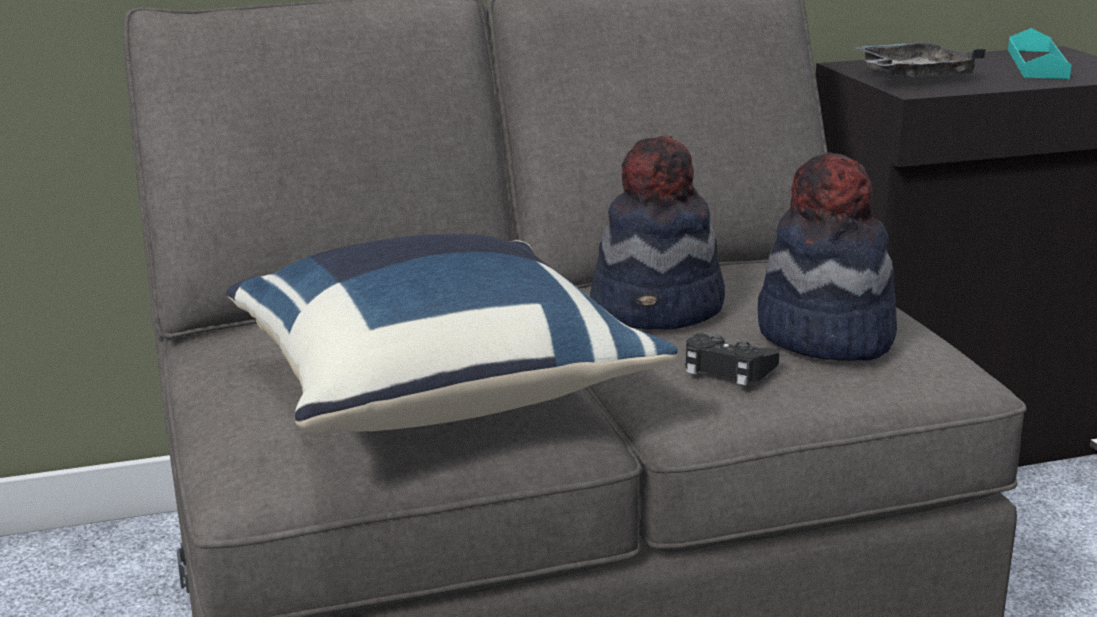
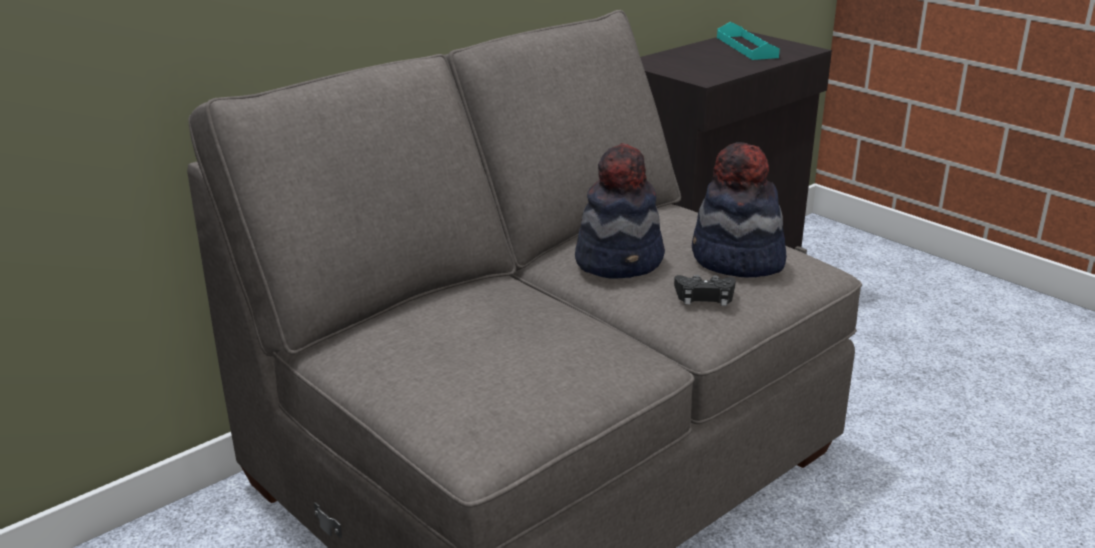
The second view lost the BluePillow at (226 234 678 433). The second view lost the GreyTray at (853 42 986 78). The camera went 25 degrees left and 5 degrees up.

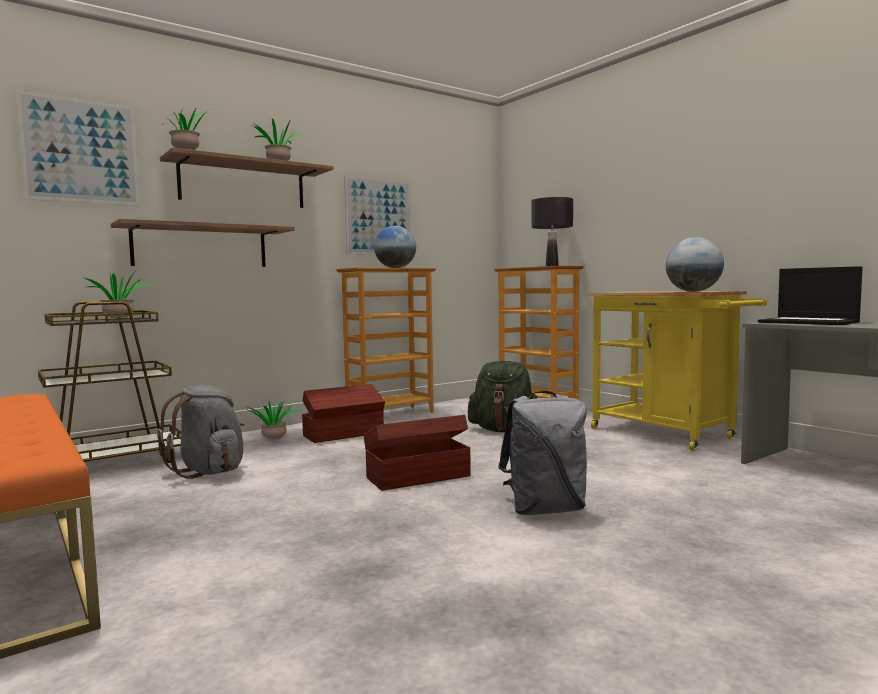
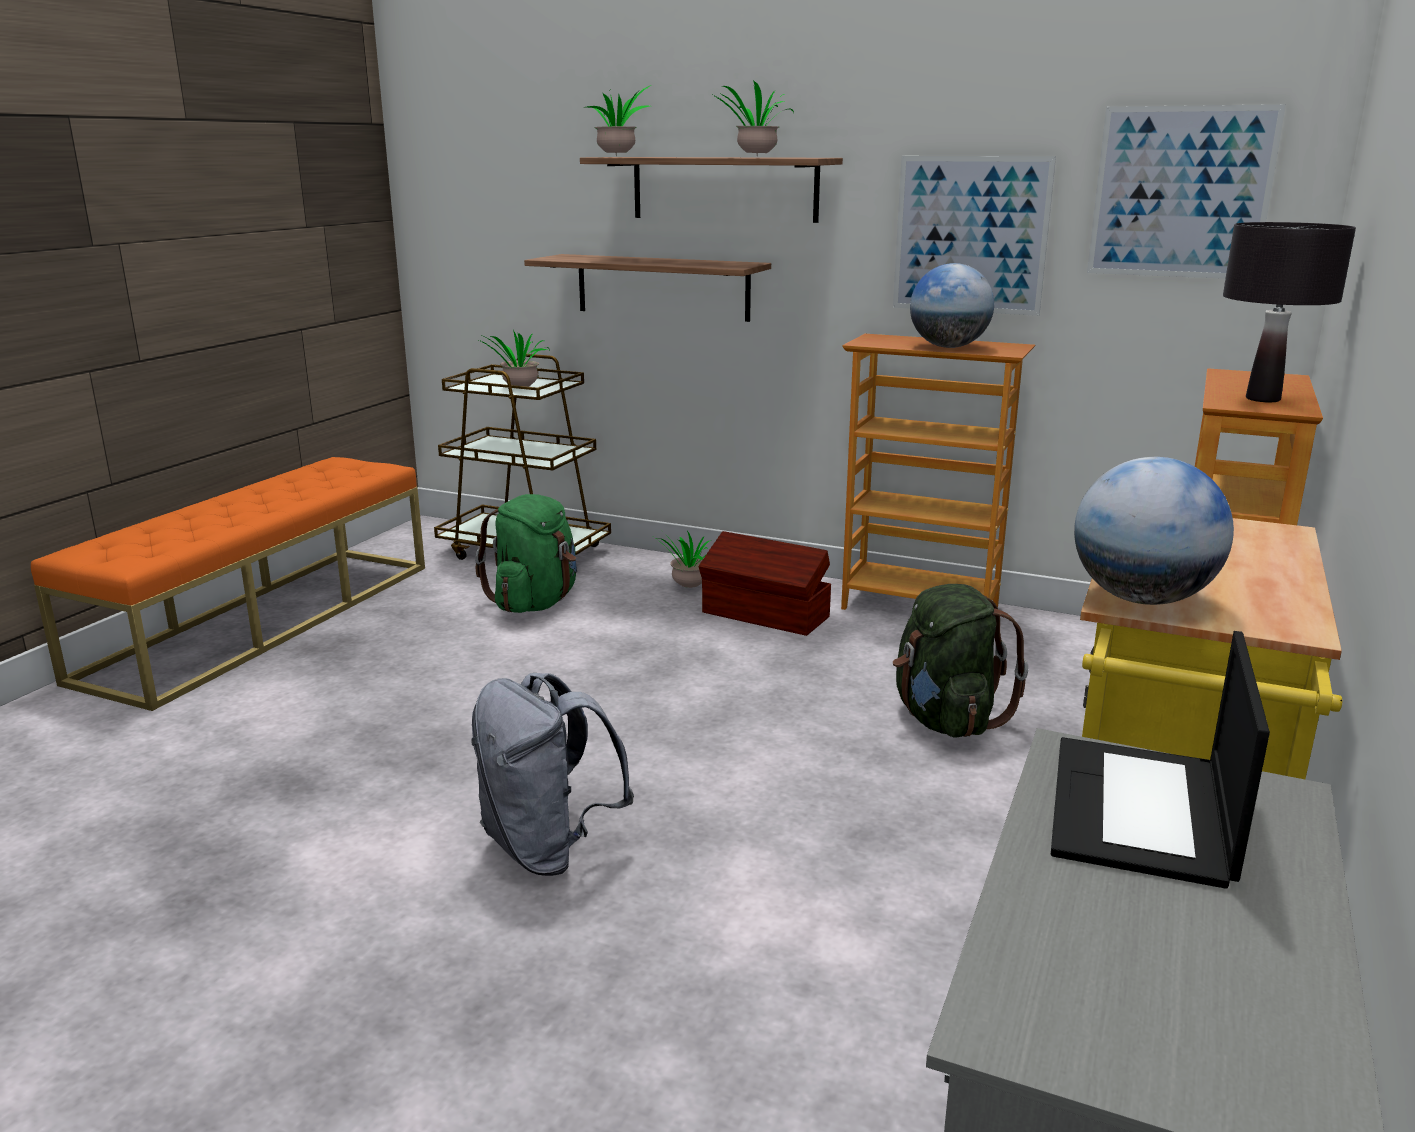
The second view lost the BrownStorageBox at (364 415 471 491). The Picture ended up elsewhere, having gone from (16 90 140 206) to (1087 104 1286 279). What was the GreyBackpack at (157 385 245 479) turned into the GreenBackpack at (475 494 577 613). The camera went 60 degrees right and 15 degrees up.

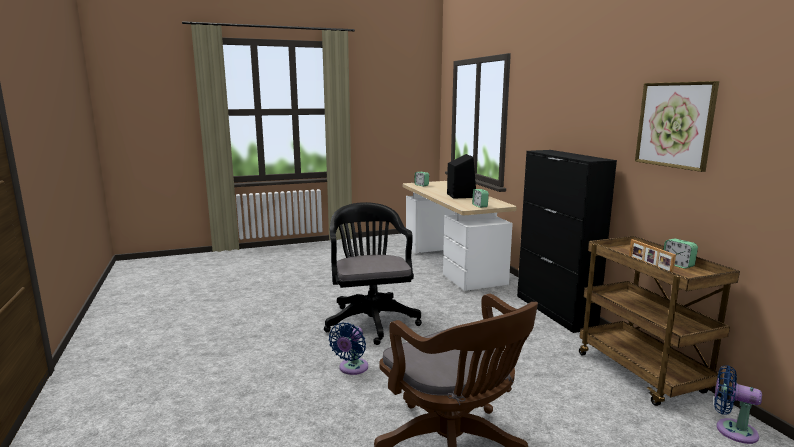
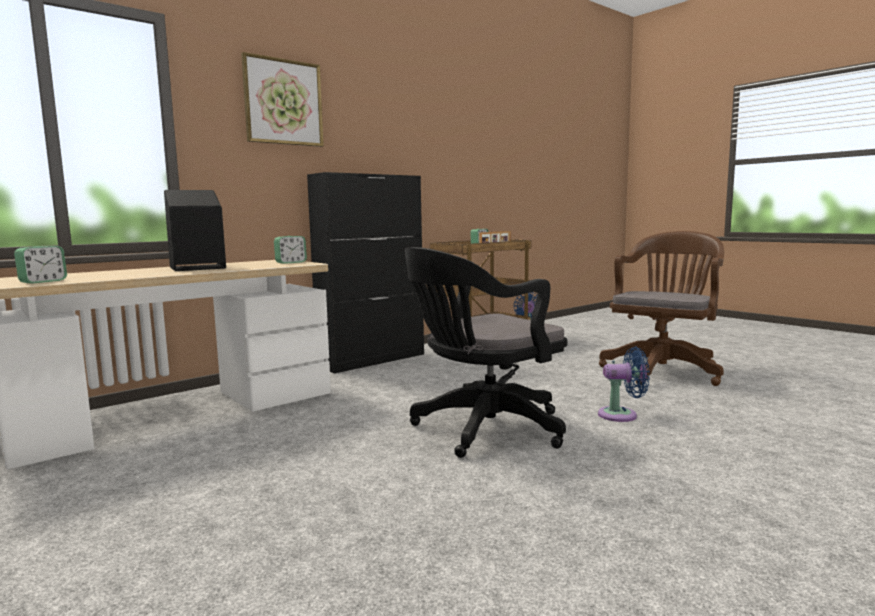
The Picture ended up elsewhere, having gone from (635 81 719 172) to (241 52 324 147). The camera went 110 degrees left and 5 degrees down.

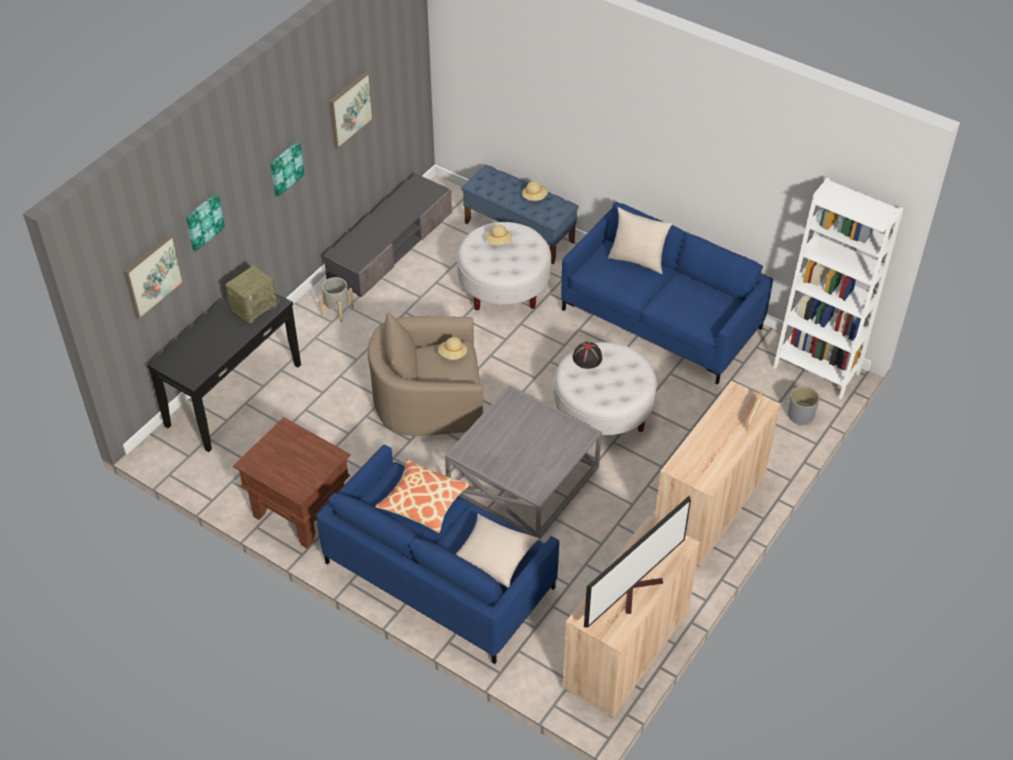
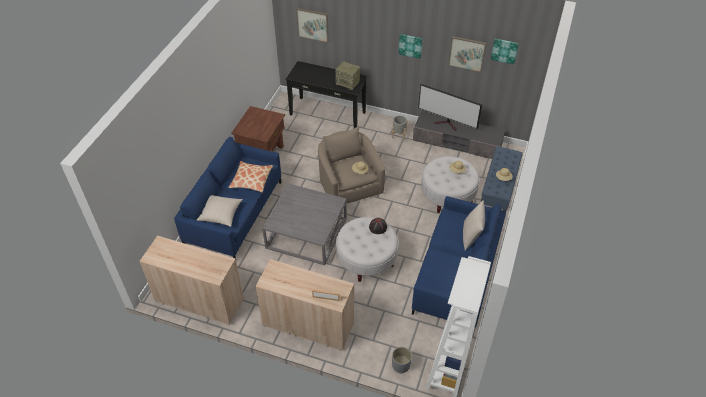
The Picture ended up elsewhere, having gone from (186 193 225 251) to (491 39 519 64). The Television ended up elsewhere, having gone from (584 495 691 627) to (418 84 482 131). The camera went 75 degrees right and 0 degrees up.

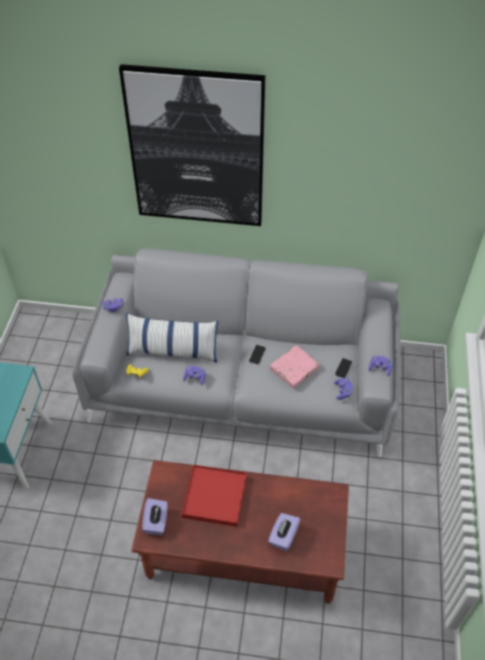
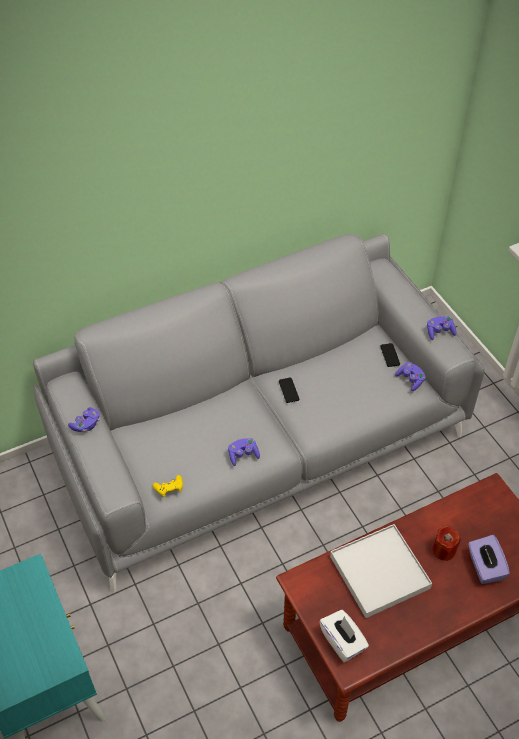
The second view lost the Picture at (119 64 265 226). The second view lost the Pillow at (126 313 218 363). The second view lost the PinkBook at (270 345 320 388). The second view gained the RedCandle at (433 525 460 561). What was the PurpleTissueBox at (142 498 168 535) turned into the WhiteTissueBox at (319 610 369 662). What was the RedTray at (181 465 247 527) turned into the WhiteTray at (330 524 432 618). The camera went 35 degrees left and 0 degrees up.

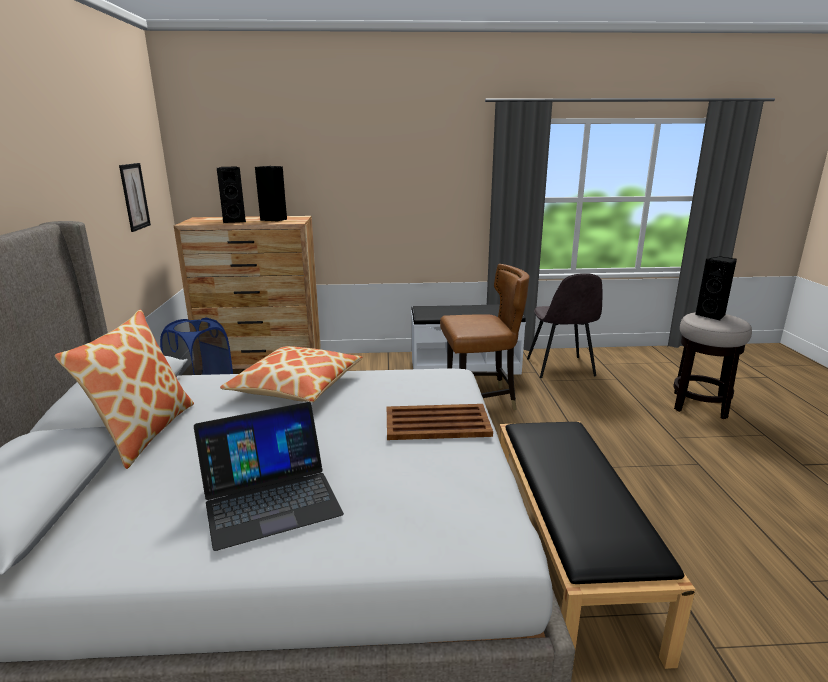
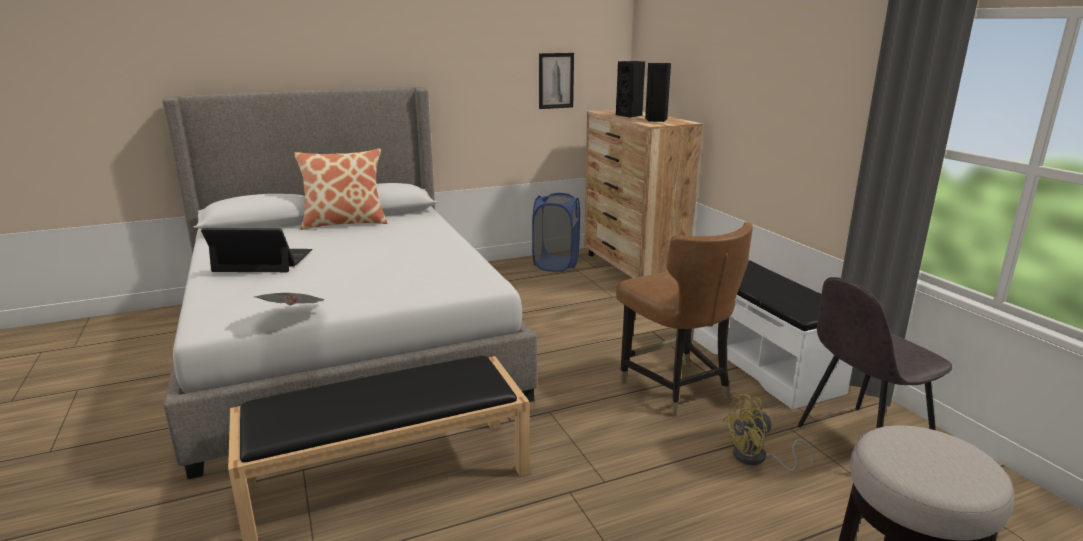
The second view lost the Pillow at (220 346 363 402). The second view lost the BrownTray at (387 404 493 440). The second view lost the BlackSpeaker at (695 256 737 320). The second view gained the Newspaper at (254 293 324 306). The second view gained the YellowFan at (722 394 813 472). The Laptop at (194 402 344 551) ended up facing another way, 135 degrees clockwise from before. The camera went 70 degrees right and 0 degrees up.

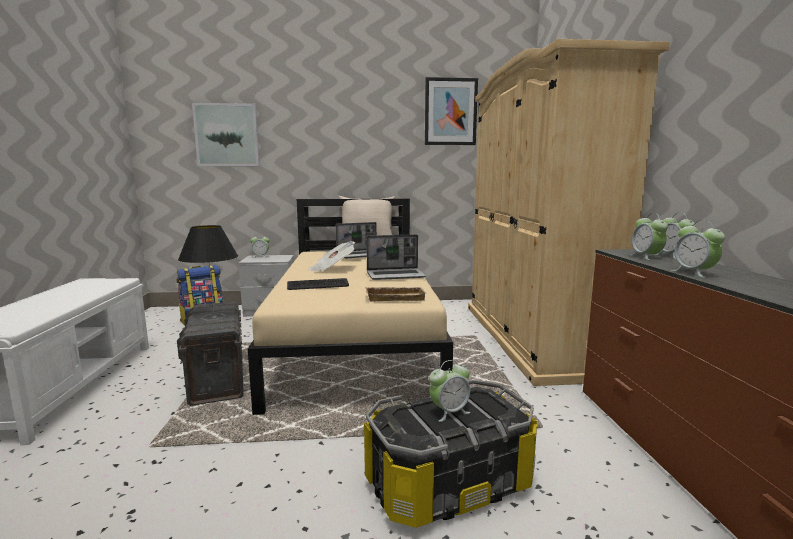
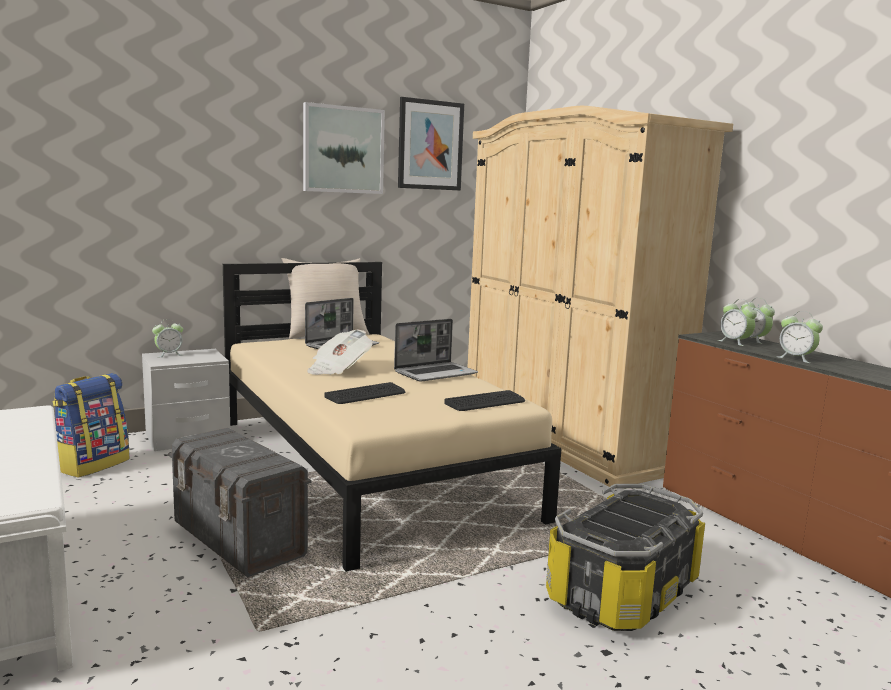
The second view lost the BlackTableLamp at (178 225 238 313). The second view lost the AlarmClock at (429 360 470 422). The Picture ended up elsewhere, having gone from (192 103 260 166) to (303 102 385 194). Where the BeigeTray stood at (366 287 427 302), the Keyboard came to stand at (444 390 525 411). The camera went 25 degrees left and 0 degrees up.

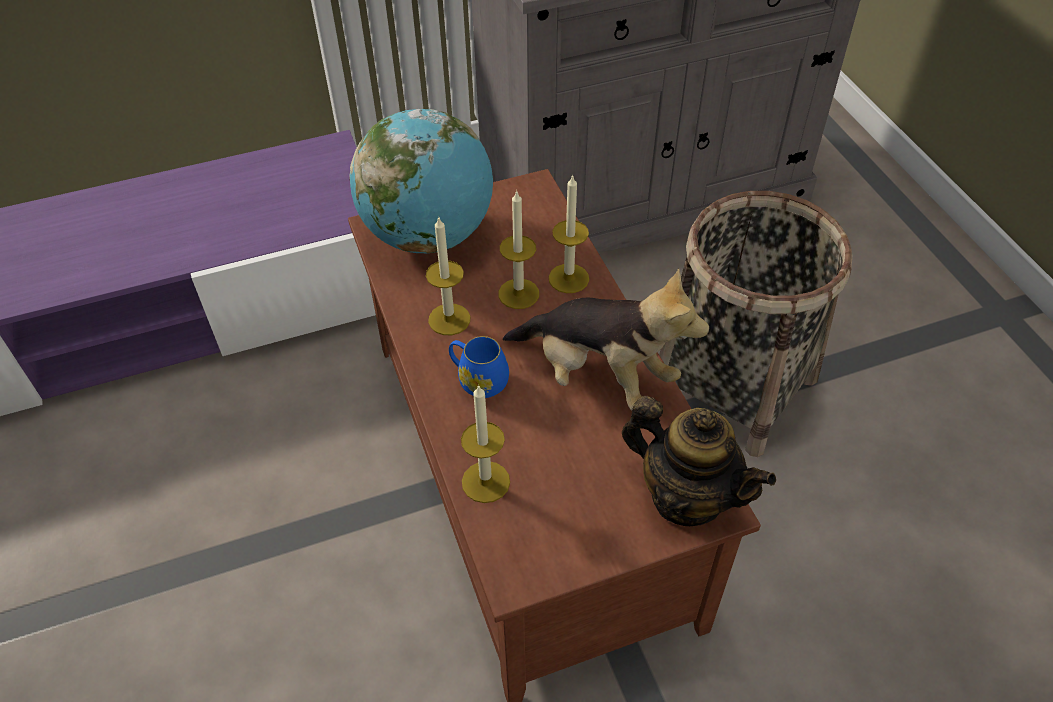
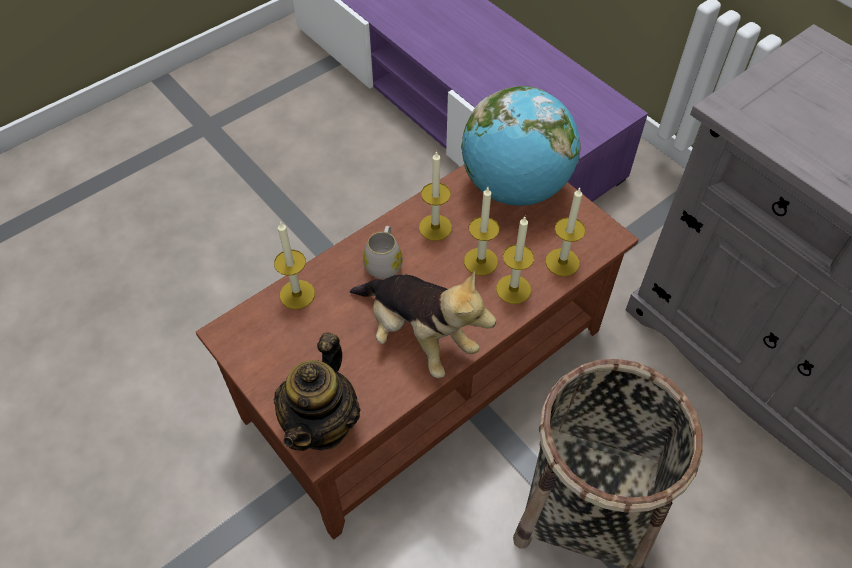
The second view gained the Candle at (545 188 586 276). What was the BlueMug at (449 336 509 398) turned into the WhiteMug at (363 226 403 279). The PlushToy at (503 268 709 411) ended up facing another way, 60 degrees counterclockwise from before. The camera went 70 degrees right and 5 degrees up.

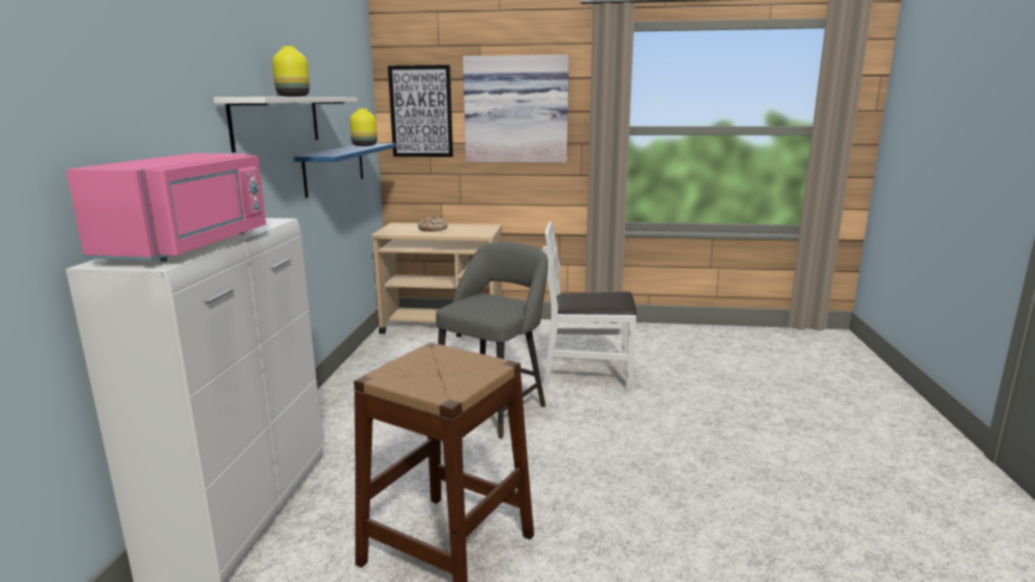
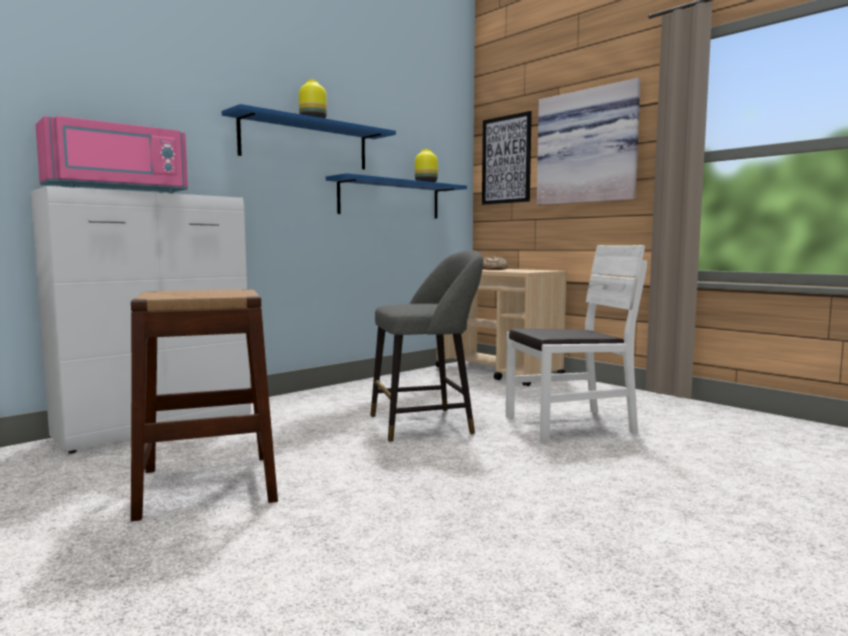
What was the WhiteShelf at (213 97 358 152) turned into the BlueShelf at (222 104 396 169). The WhiteChair at (542 221 637 391) ended up facing another way, 120 degrees clockwise from before. The camera went 40 degrees right and 10 degrees down.

